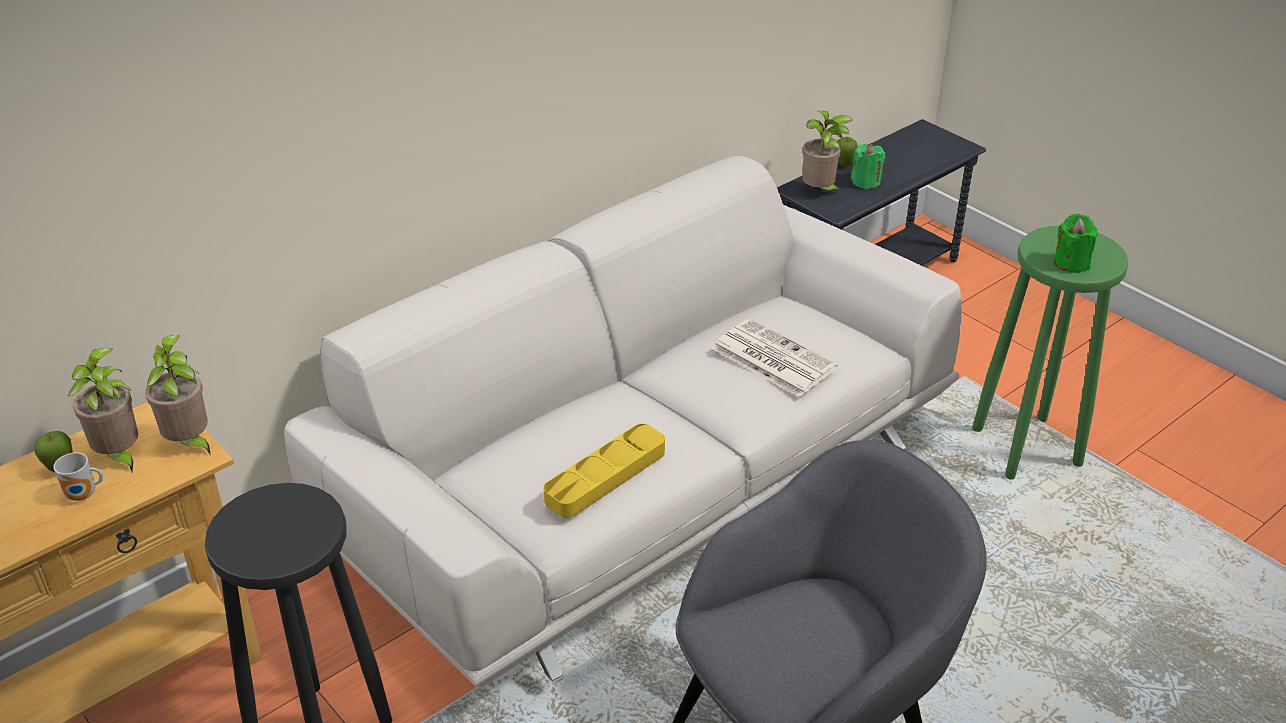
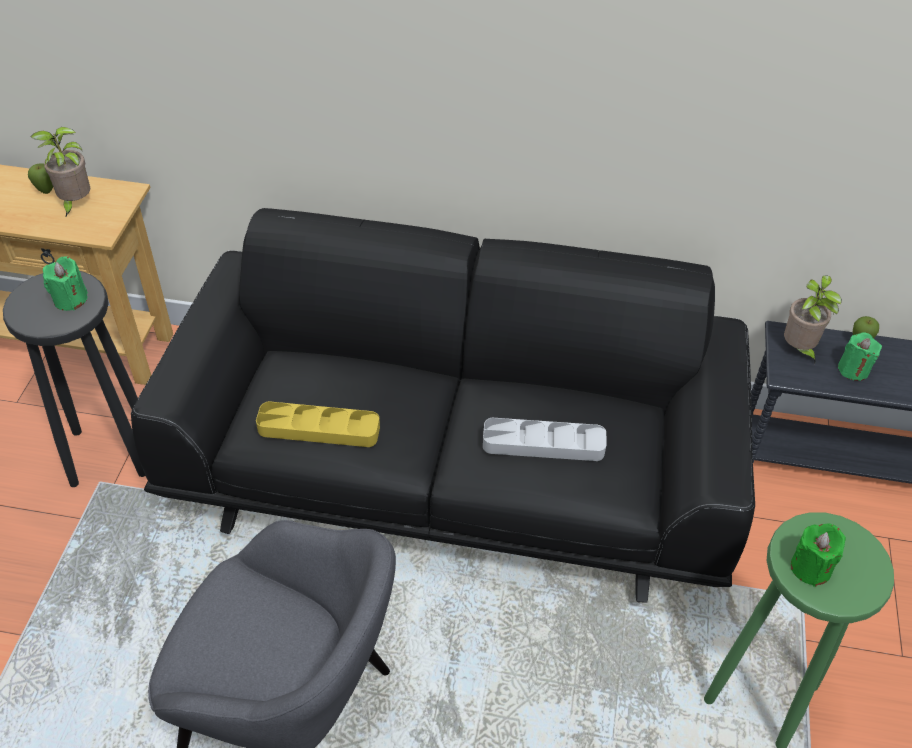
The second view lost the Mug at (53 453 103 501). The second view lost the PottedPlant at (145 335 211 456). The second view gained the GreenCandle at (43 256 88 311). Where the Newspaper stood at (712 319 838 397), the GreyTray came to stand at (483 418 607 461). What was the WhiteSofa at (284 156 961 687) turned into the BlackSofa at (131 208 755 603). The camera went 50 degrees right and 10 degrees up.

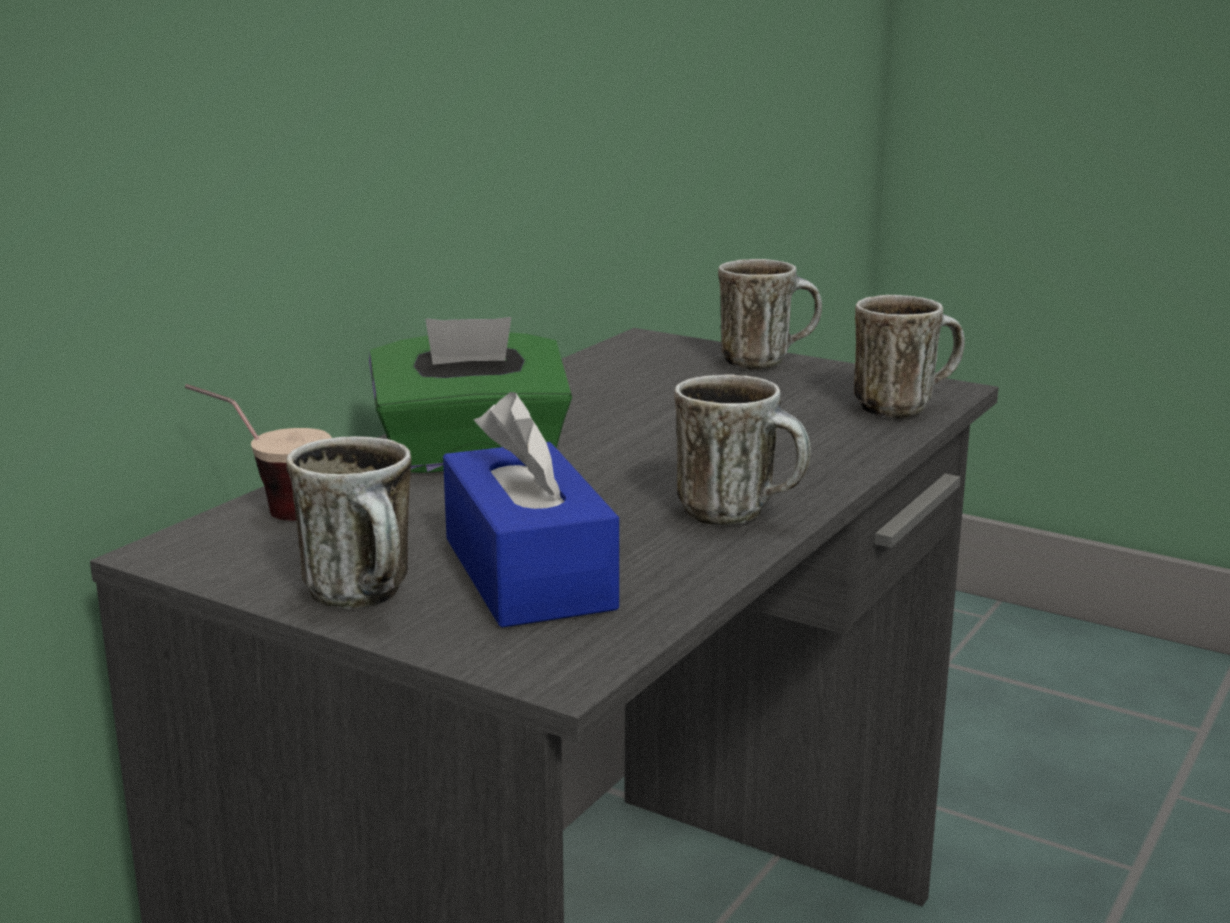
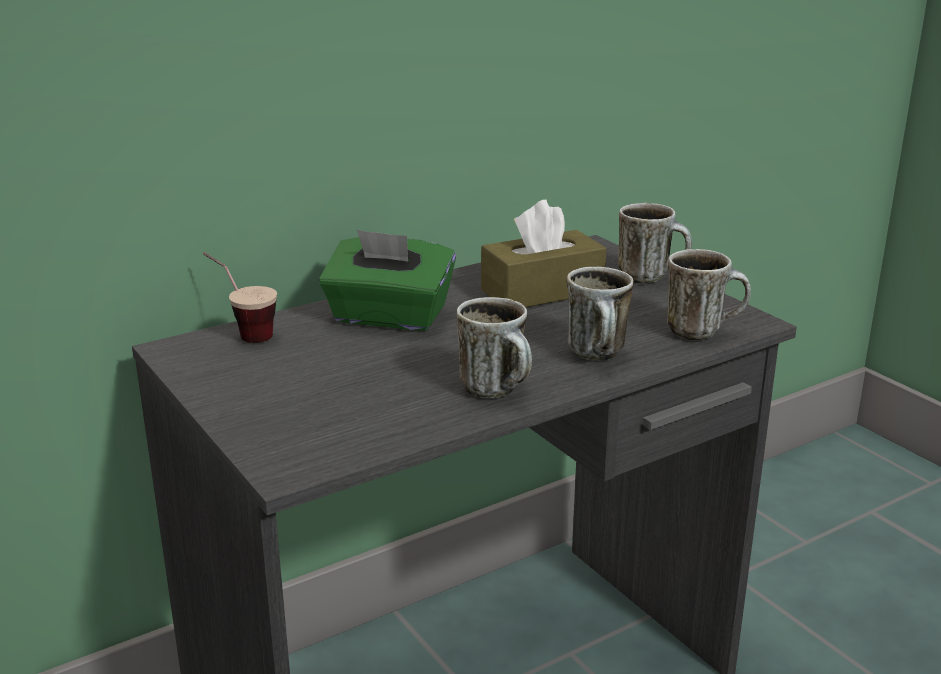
The second view lost the BlueTissueBox at (443 392 619 628). The second view gained the BrownTissueBox at (481 200 606 307). The Mug ended up elsewhere, having gone from (286 436 411 609) to (566 267 634 361). The camera went 25 degrees right and 5 degrees up.

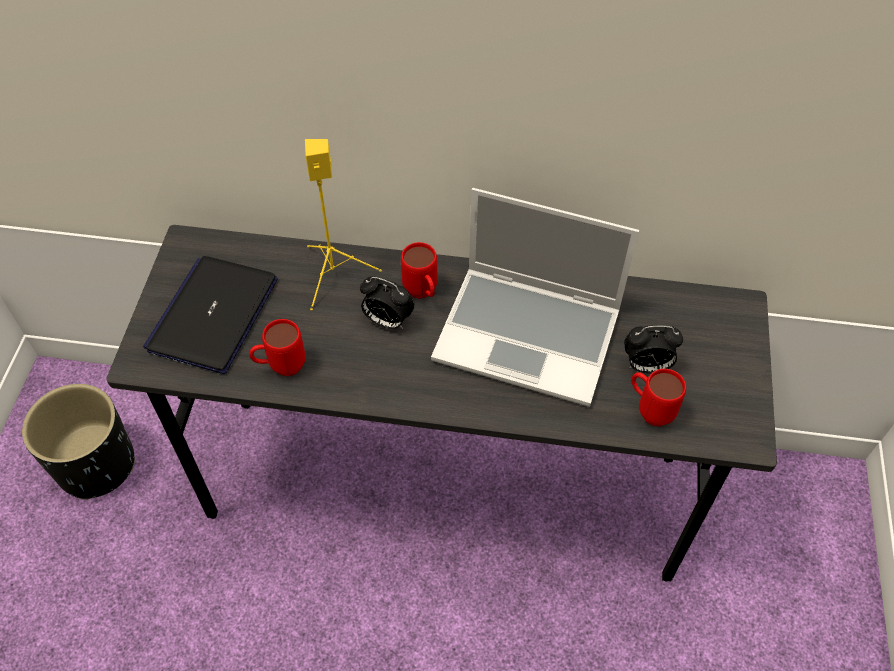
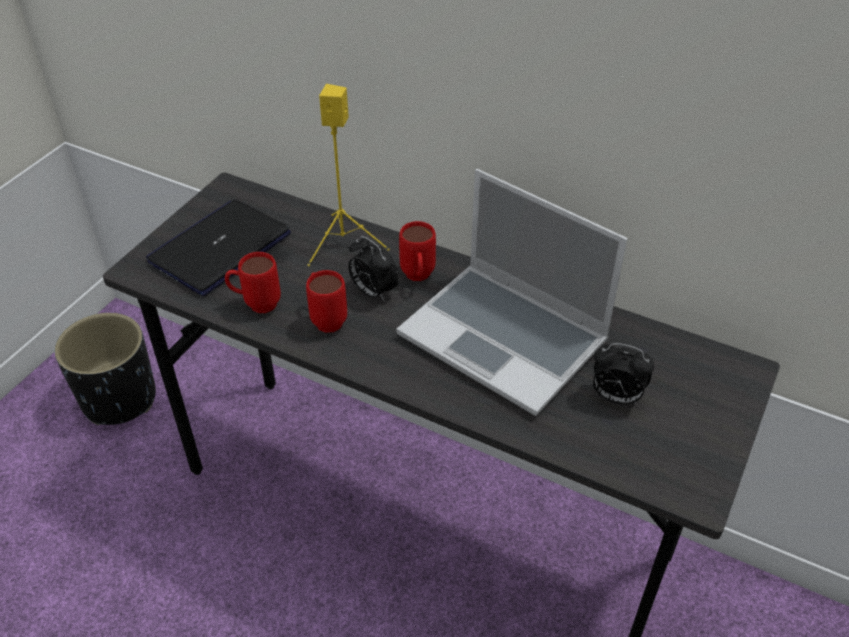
The RedMug ended up elsewhere, having gone from (631 369 686 426) to (306 270 347 333). The camera went 20 degrees right and 10 degrees down.

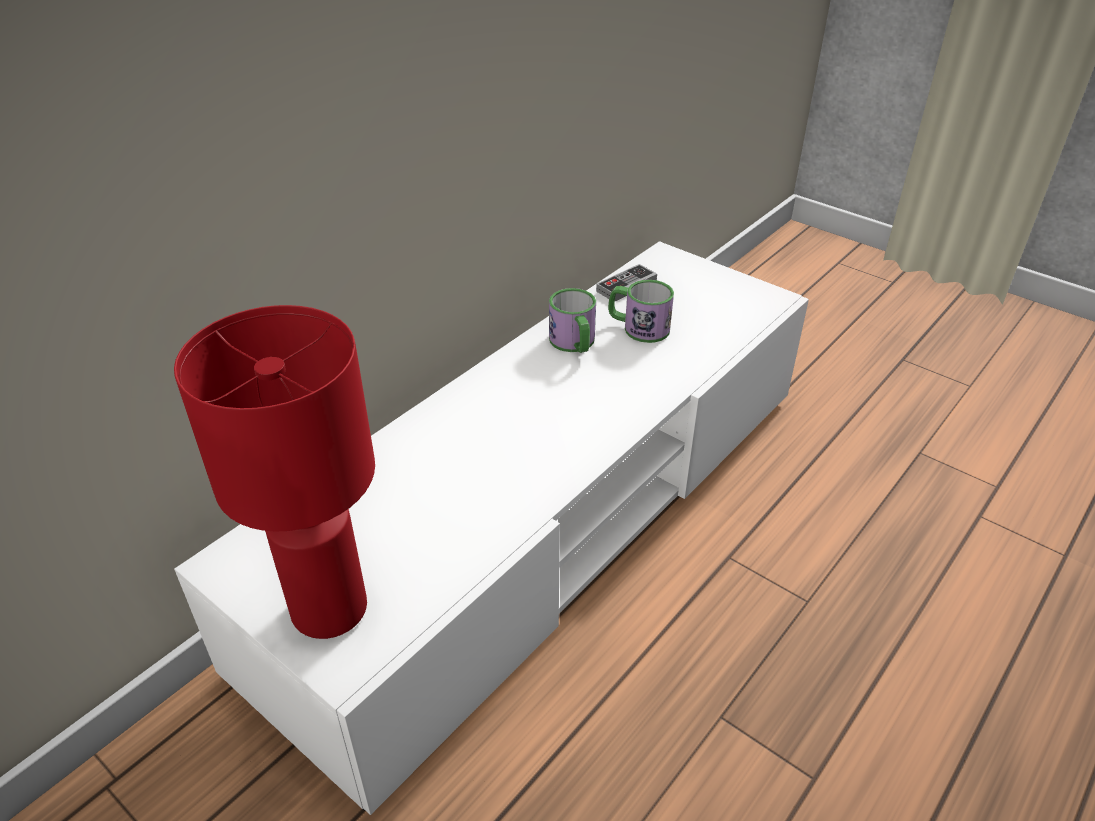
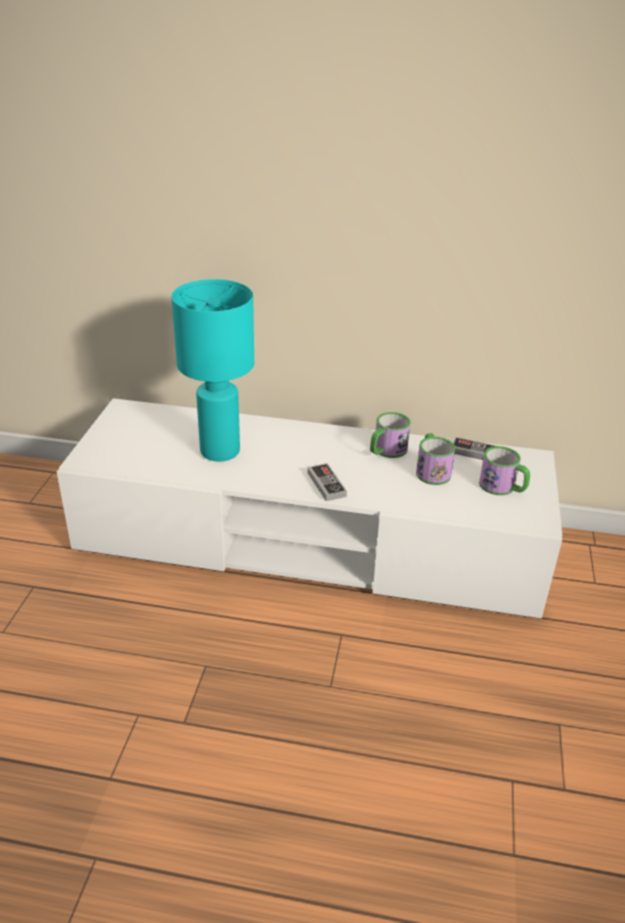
The second view lost the RedTableLamp at (174 305 375 639). The second view gained the TurquoiseTableLamp at (171 279 254 461). The second view gained the GameController at (308 463 347 501). The second view gained the Mug at (479 446 530 495). The camera went 60 degrees right and 5 degrees down.

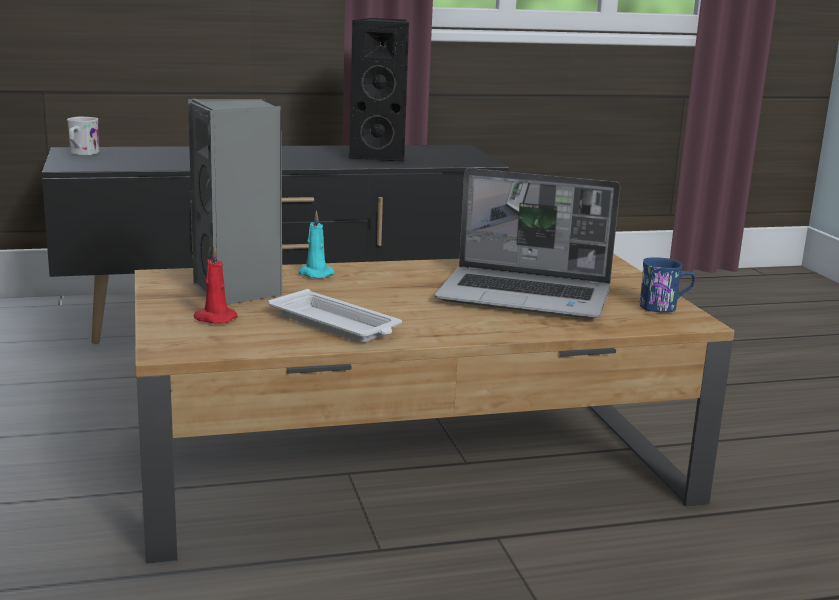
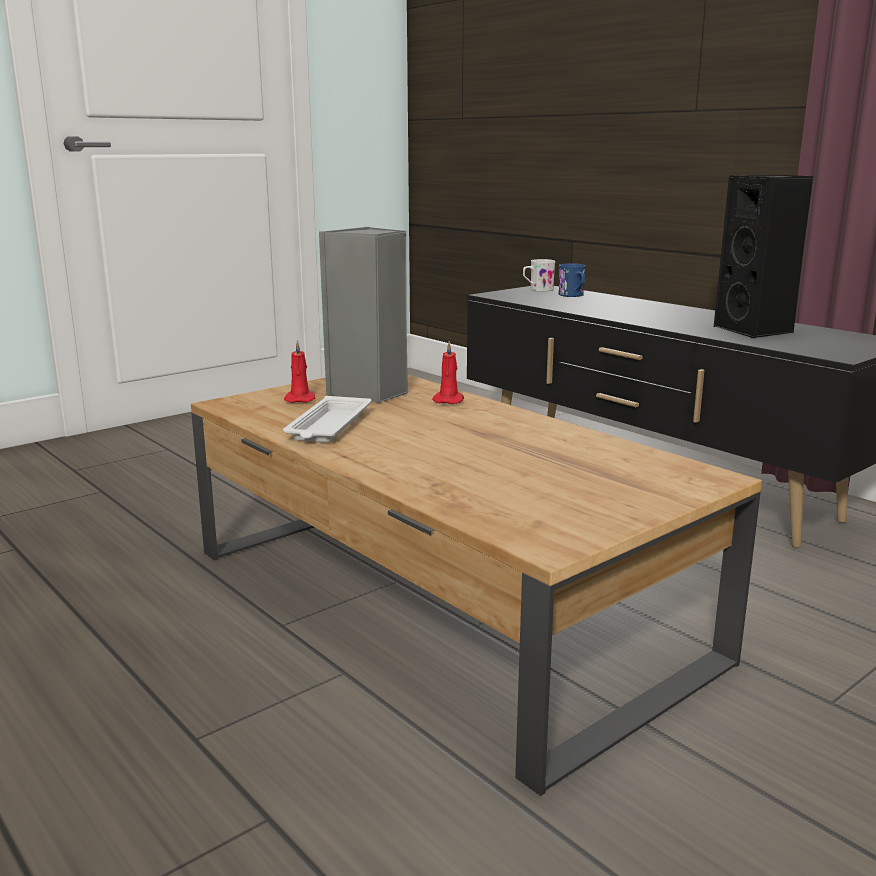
The second view lost the Laptop at (435 168 620 319). The BlueMug ended up elsewhere, having gone from (639 258 695 312) to (559 263 586 297). What was the TurquoiseCandle at (298 211 335 278) turned into the RedCandle at (432 341 464 404). The camera went 65 degrees right and 0 degrees up.

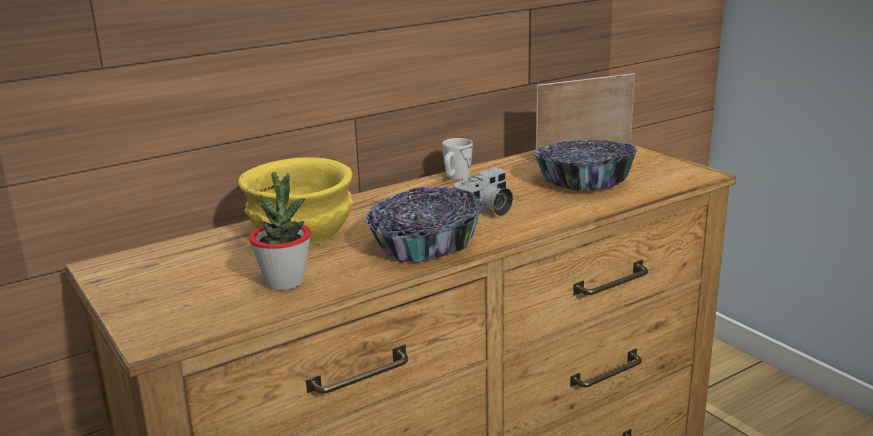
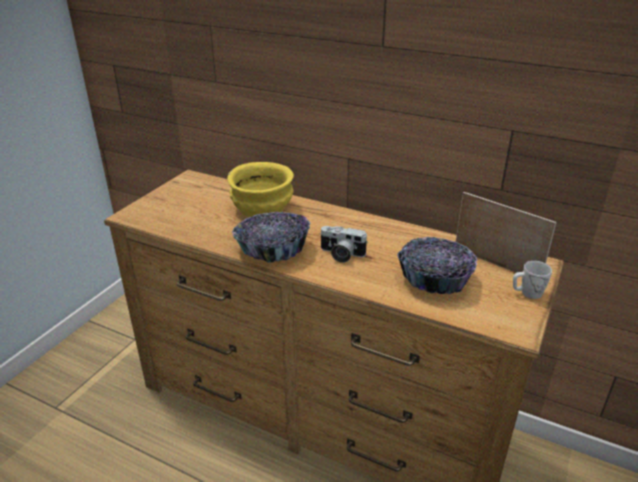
The second view lost the PottedPlant at (249 172 311 290). The WhiteMug ended up elsewhere, having gone from (442 138 473 180) to (513 261 552 299). The camera went 60 degrees right and 10 degrees up.

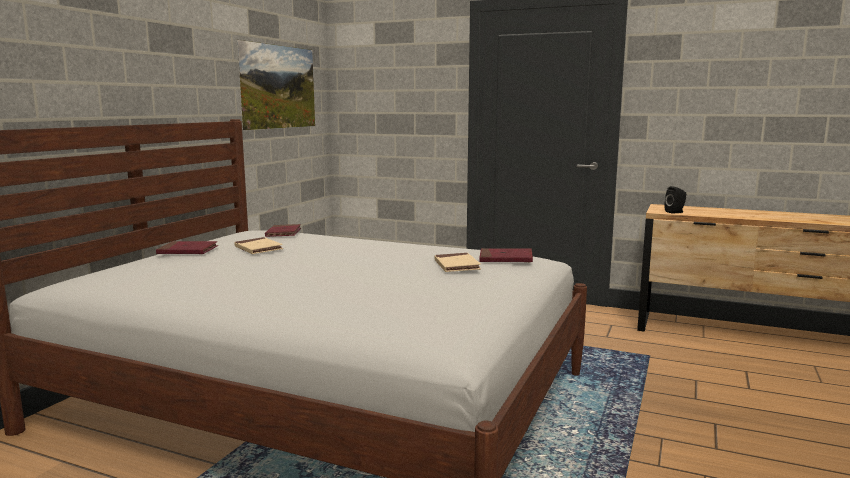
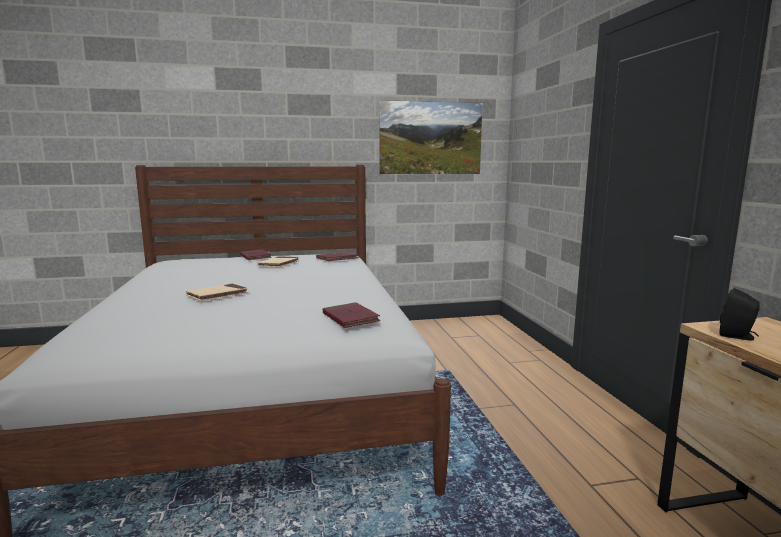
The BeigeBook ended up elsewhere, having gone from (435 253 481 272) to (186 284 248 301). The camera went 55 degrees right and 0 degrees up.

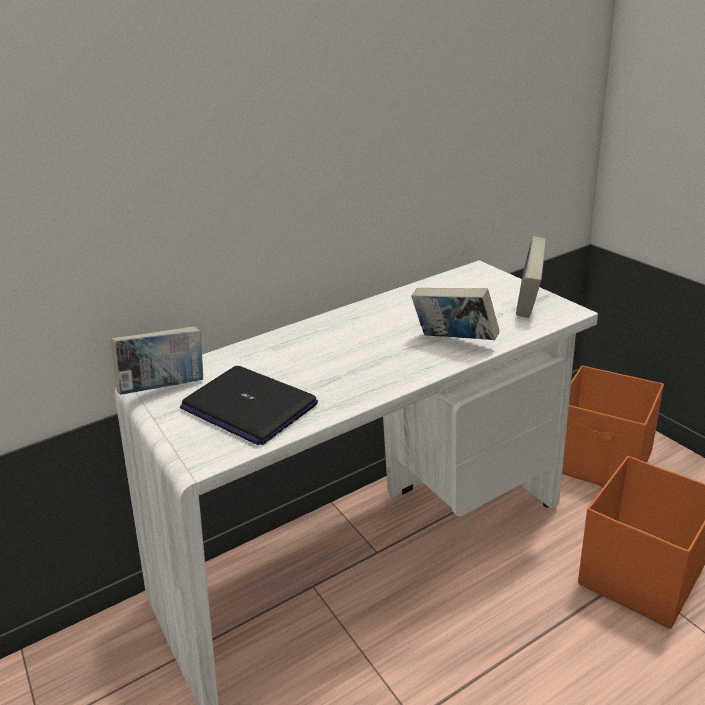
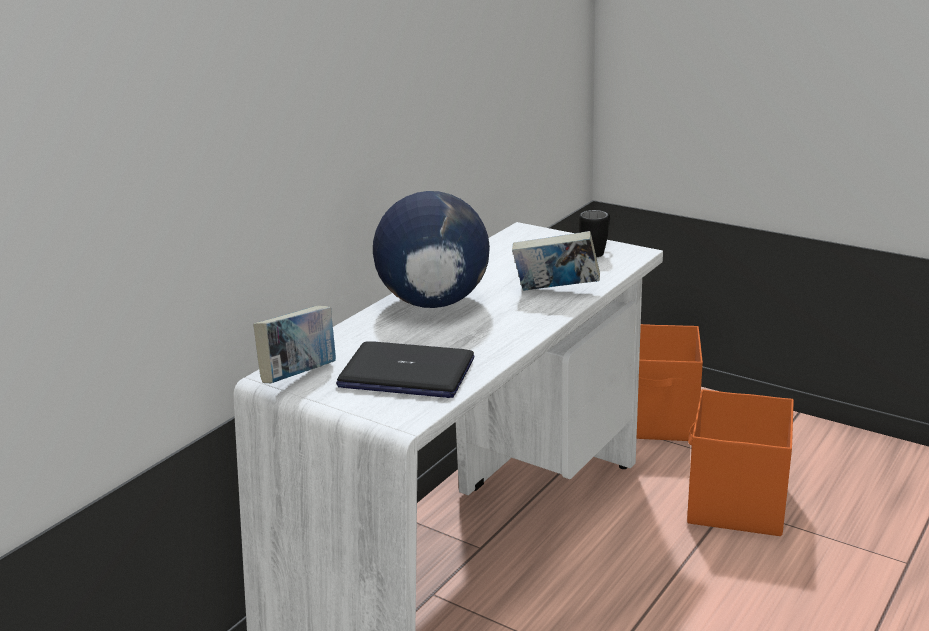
The second view gained the Globe at (373 191 490 308). Where the Book stood at (516 236 546 318), the BlackMug came to stand at (579 210 610 257). The camera went 25 degrees left and 5 degrees down.

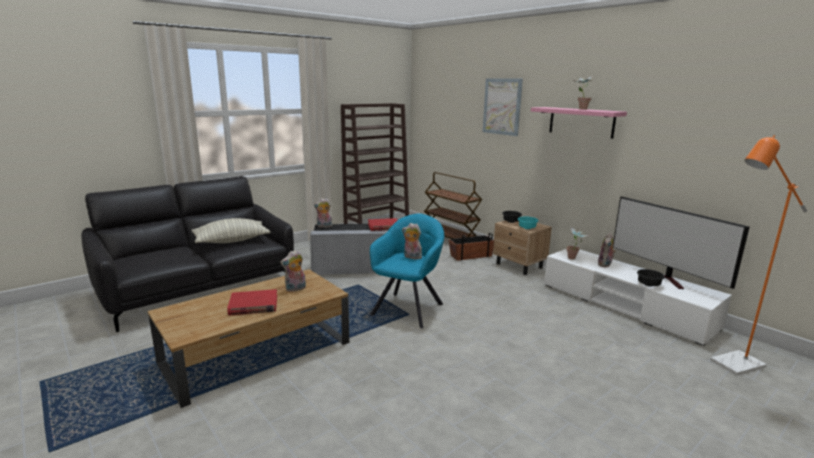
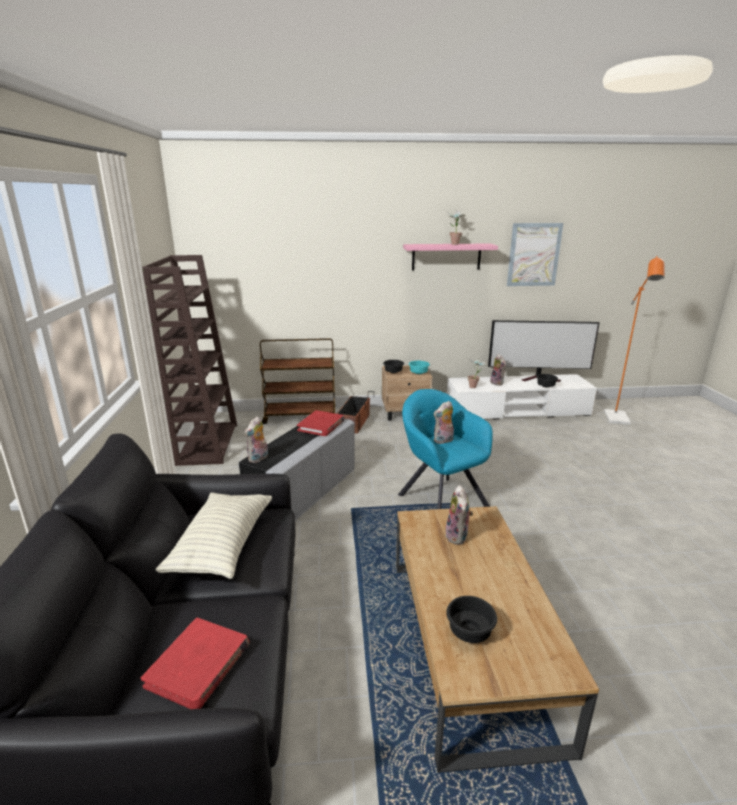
The second view gained the BlackBowl at (446 596 497 643). The RedBook ended up elsewhere, having gone from (227 289 277 315) to (141 618 250 709). The Picture ended up elsewhere, having gone from (483 78 523 136) to (507 223 563 286). The camera went 55 degrees left and 5 degrees up.

